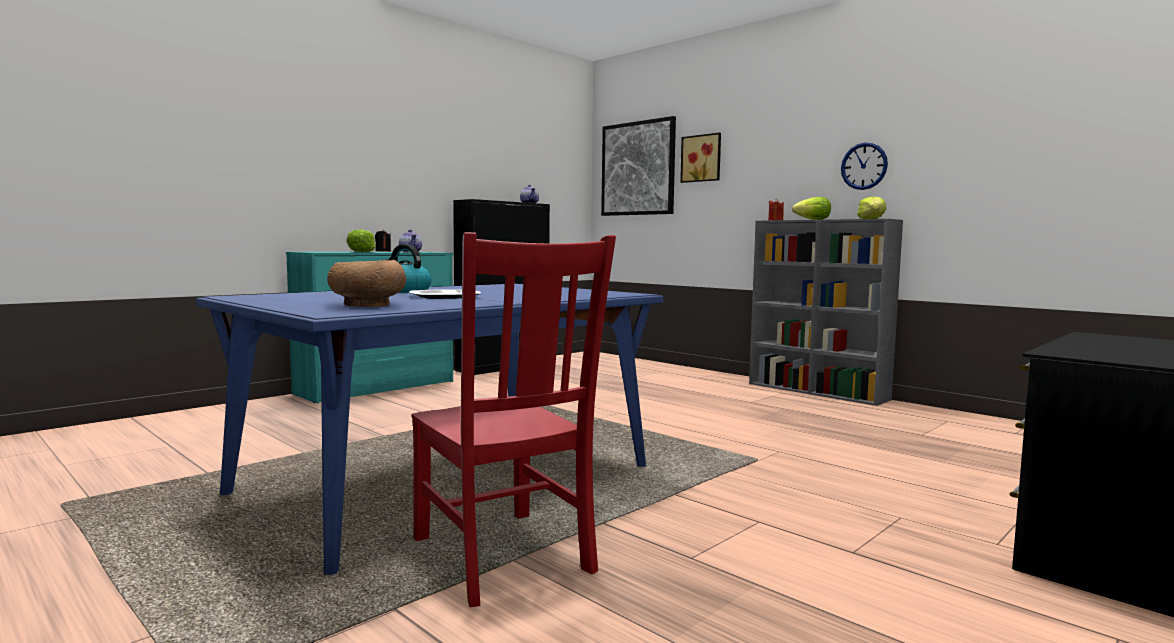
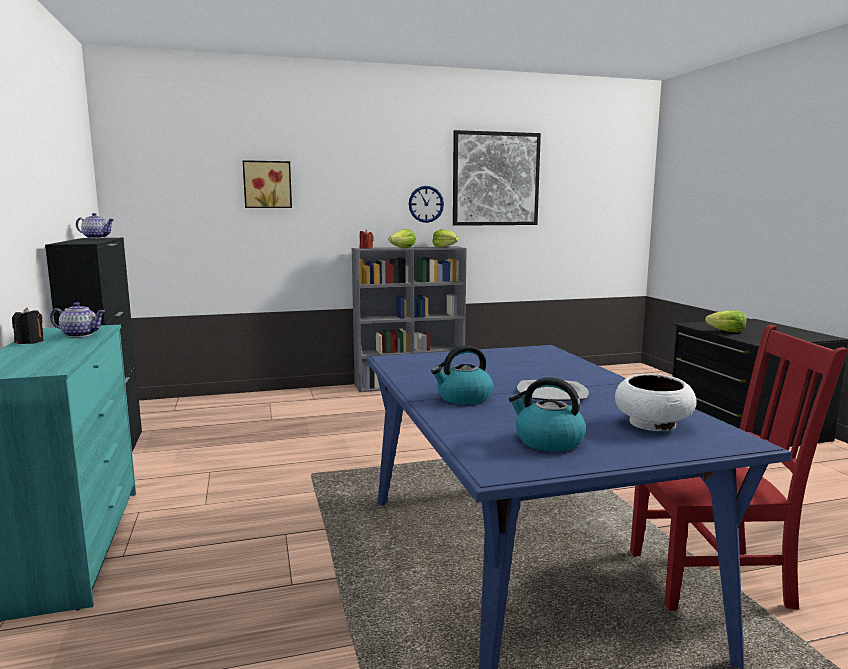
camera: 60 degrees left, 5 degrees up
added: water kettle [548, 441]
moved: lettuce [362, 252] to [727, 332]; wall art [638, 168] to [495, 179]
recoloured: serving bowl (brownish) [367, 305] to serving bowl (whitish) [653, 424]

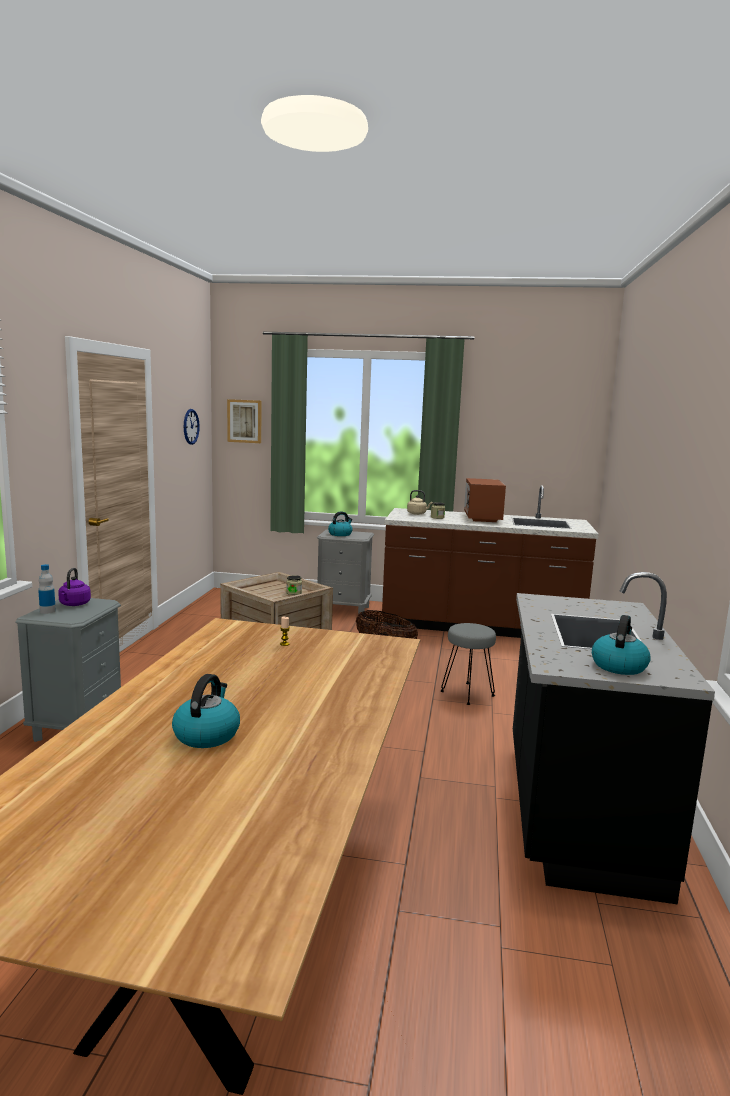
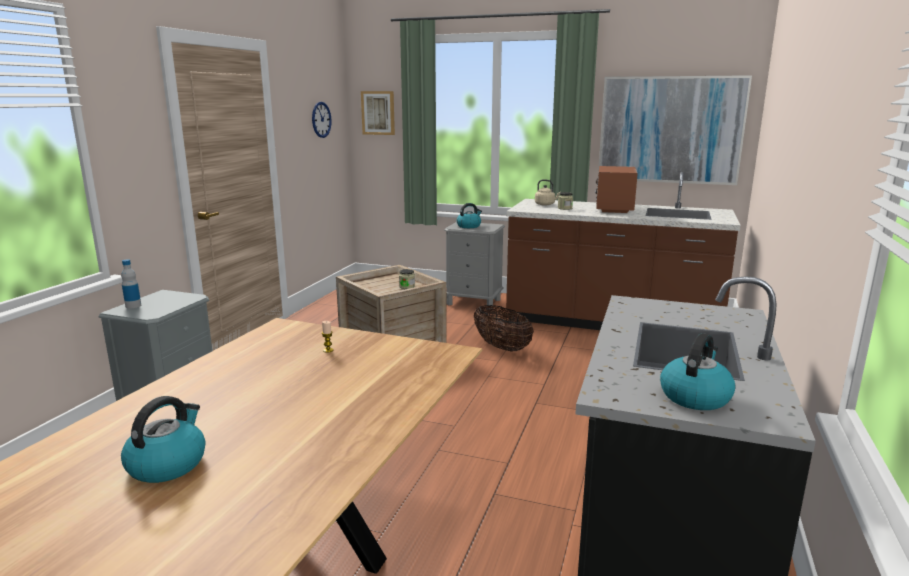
camera: 10 degrees right, 5 degrees up
removed: water kettle (purple) [74, 604]; stool seat (greyish) [467, 693]
added: wall art [670, 130]

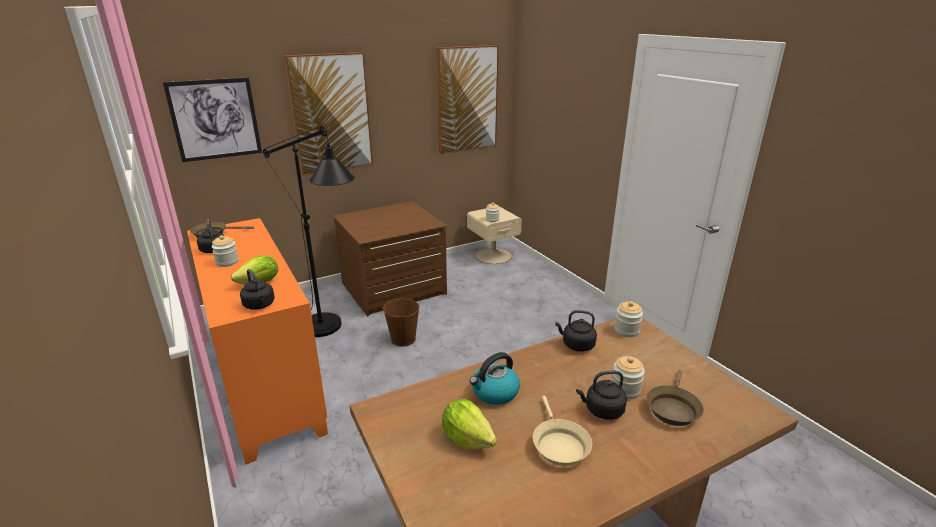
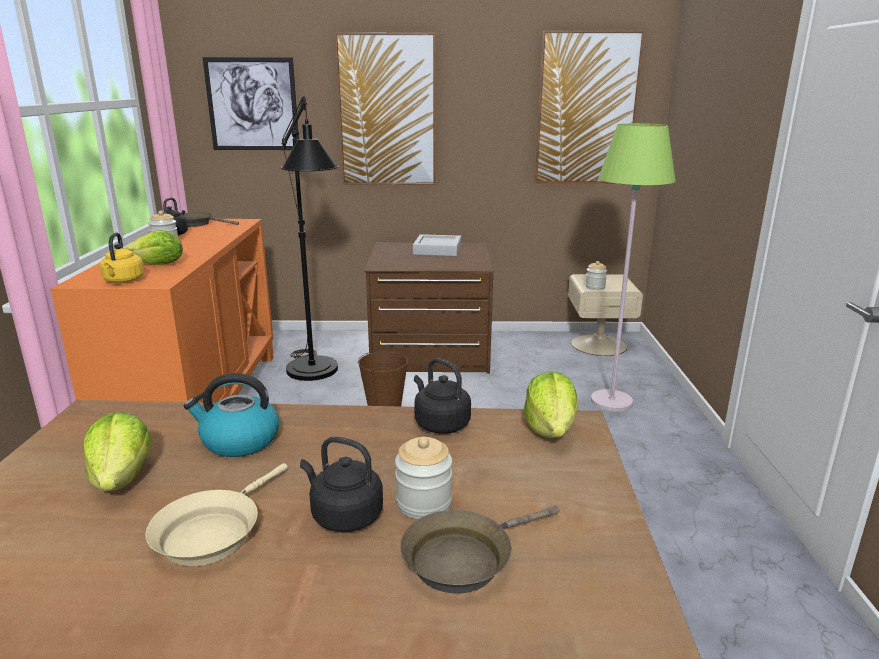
camera: 30 degrees right, 5 degrees down
added: tray (greyish) [437, 250]; floor lamp (greenish) [611, 401]
replaced: preserve jar [626, 330] to lettuce [550, 429]
recoloured: water kettle (black-coloured) [259, 305] to water kettle (yellow) [123, 281]

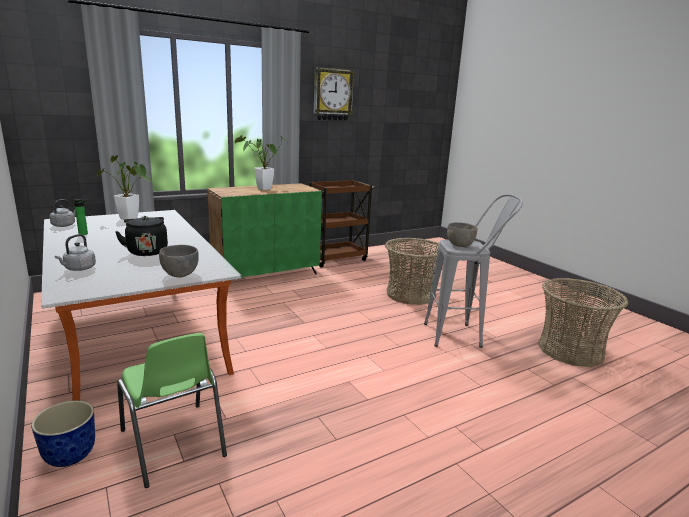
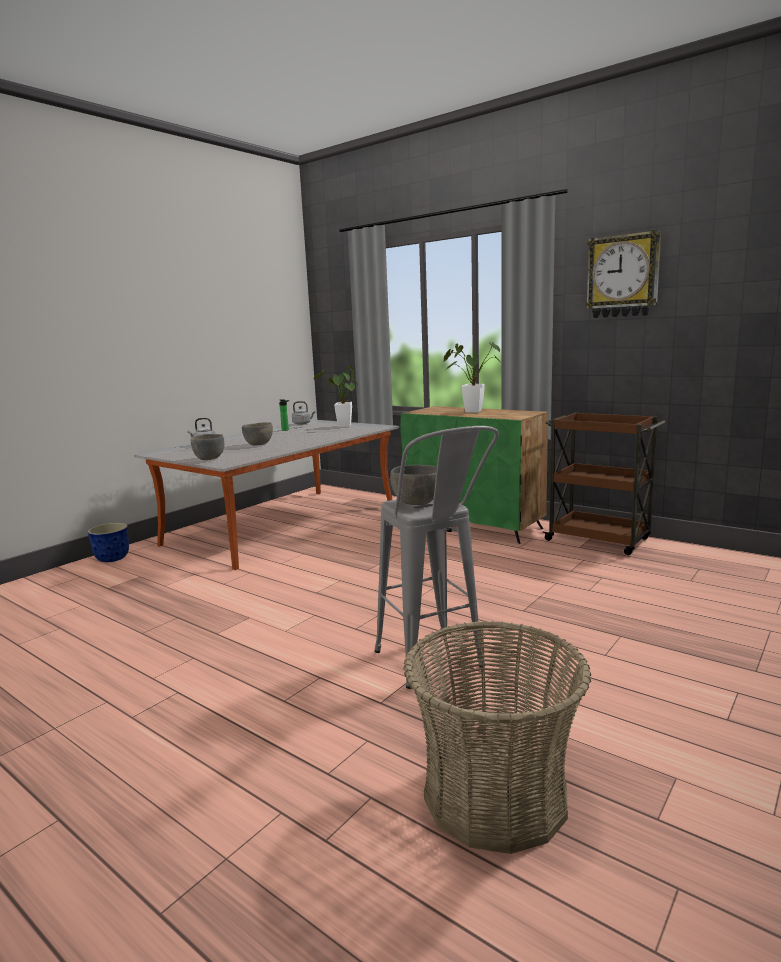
camera: 70 degrees right, 5 degrees down
removed: chair (greenish) [173, 444]; storage basket [410, 294]
replaced: water kettle (black-coloured) [147, 251] to serving bowl (greyish) [259, 444]

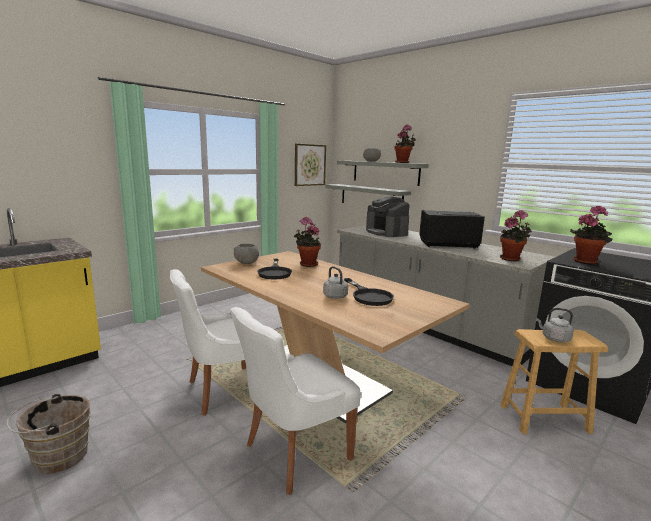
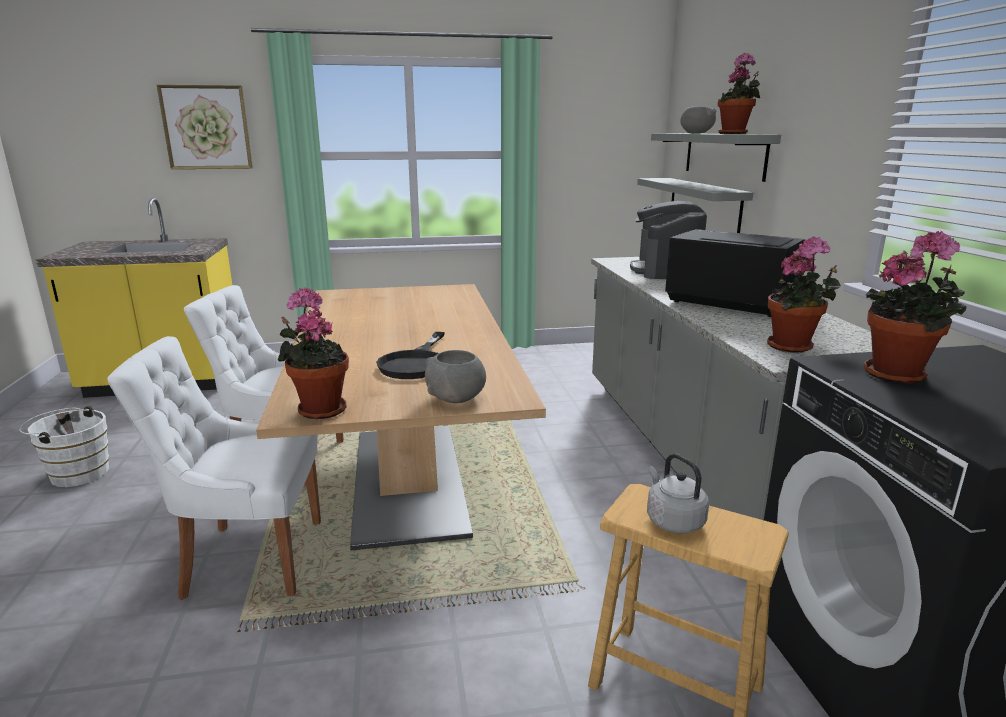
camera: 35 degrees right, 5 degrees up
removed: skillet (black-coloured) [275, 272]; water kettle (greyish) [336, 297]
moved: serving bowl (greyish) [247, 262] to [456, 398]; houseplant [307, 264] to [319, 409]; wall art [309, 165] to [206, 127]
recoloured: water bucket (brownish) [56, 457] to water bucket (whitish) [76, 473]

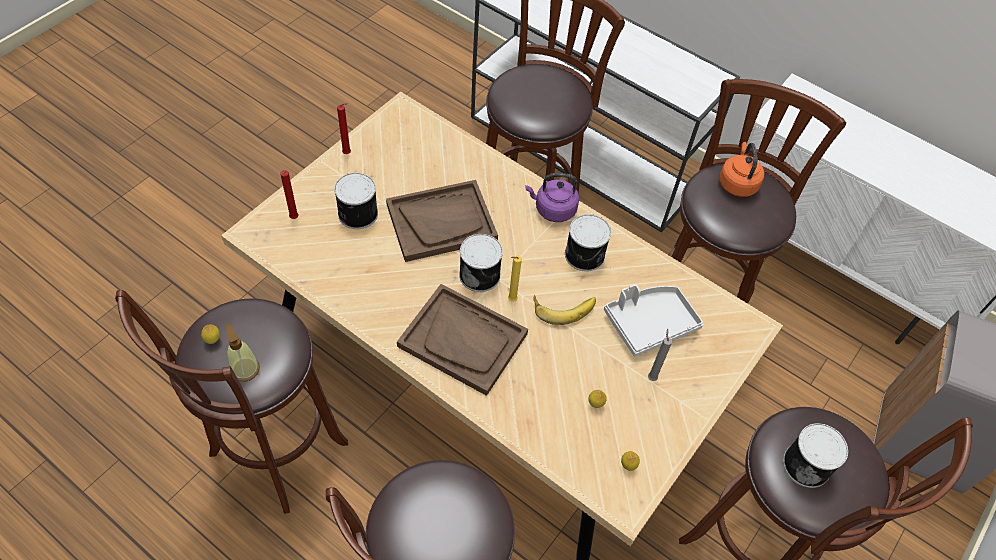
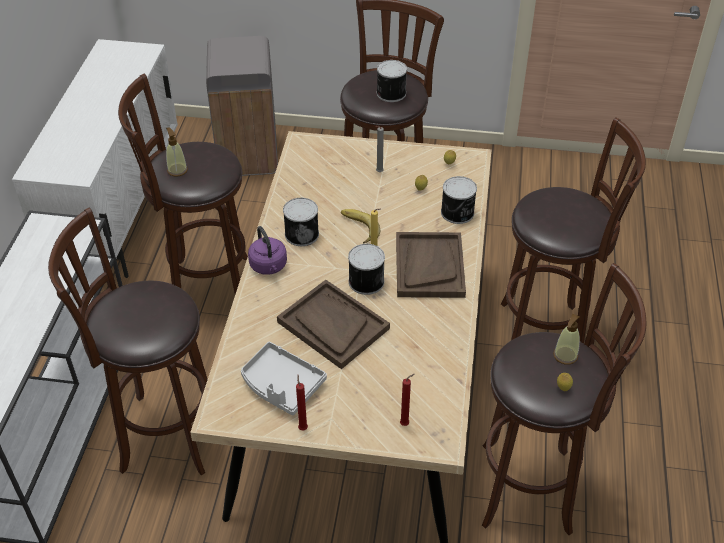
camera: 115 degrees left, 10 degrees down
moved: can [357, 213] to [458, 213]; tray (greyish) [649, 323] to [281, 385]
replaced: water kettle (orangey) [737, 183] to soap bottle [177, 170]

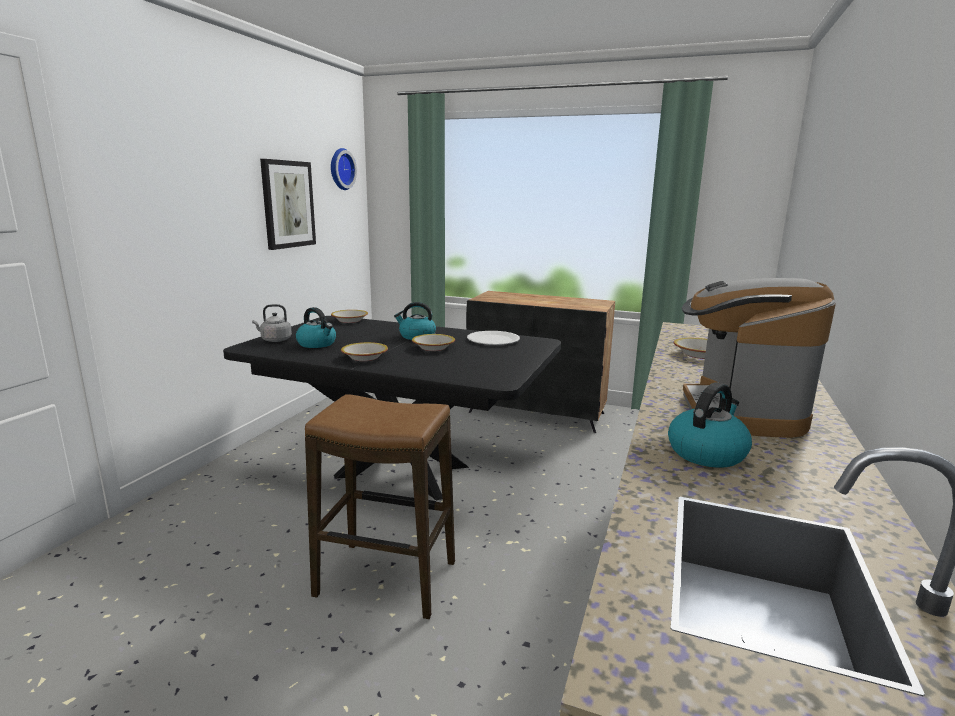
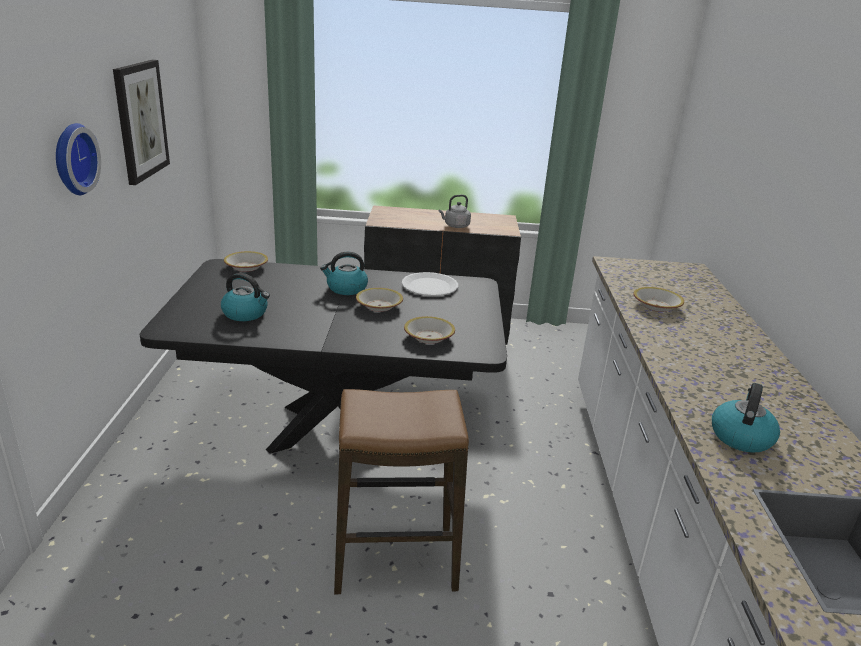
camera: 20 degrees left, 10 degrees up
removed: coffee maker [740, 412]
moved: water kettle (greyish) [274, 340] to [455, 226]; hanging clock [340, 169] to [72, 159]; serving bowl [365, 357] to [429, 337]

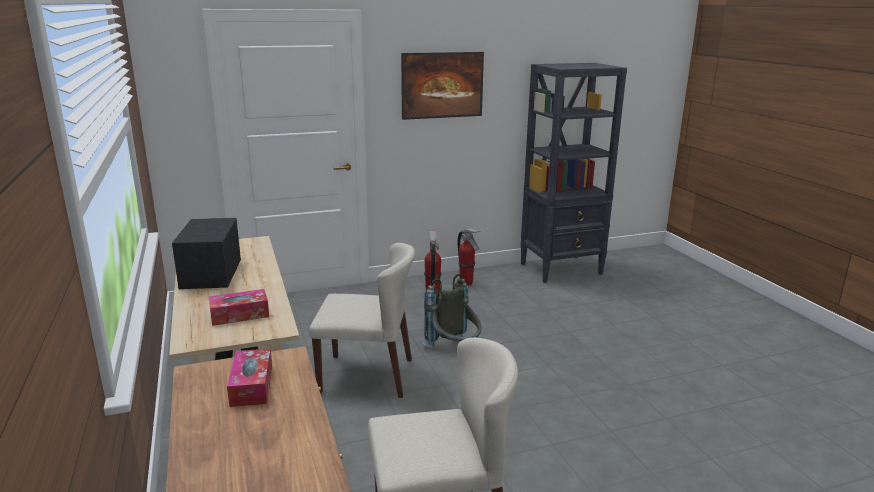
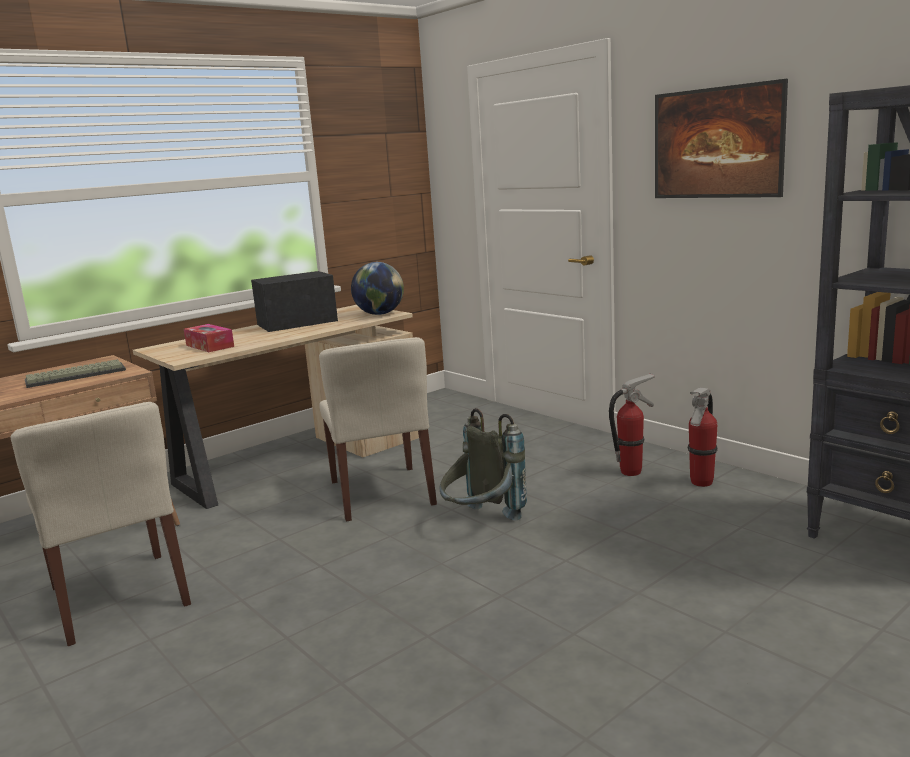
camera: 70 degrees right, 5 degrees down
added: world globe [379, 314]
replaced: tissue box [251, 386] to keyboard [76, 375]

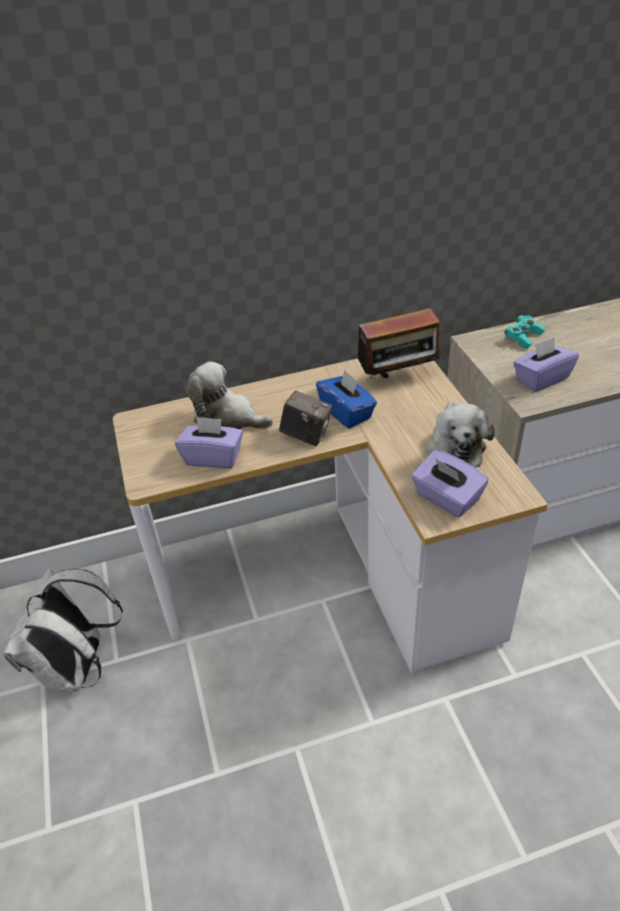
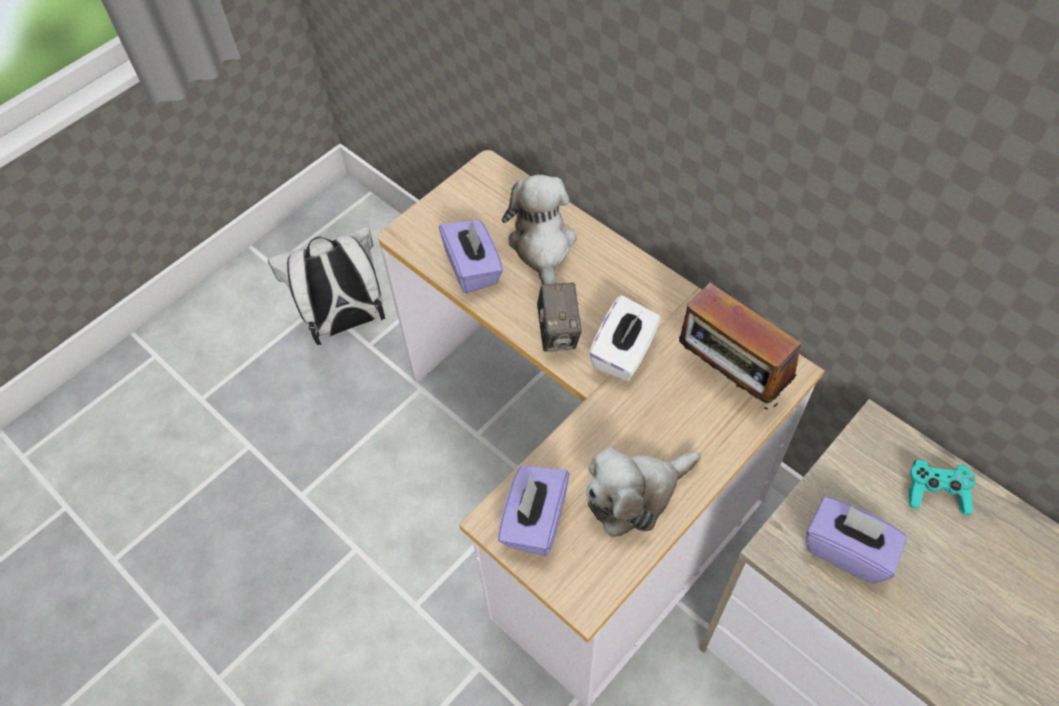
camera: 60 degrees right, 15 degrees up
recoloured: tissue box (blue) [347, 413] to tissue box (whitish) [624, 353]

